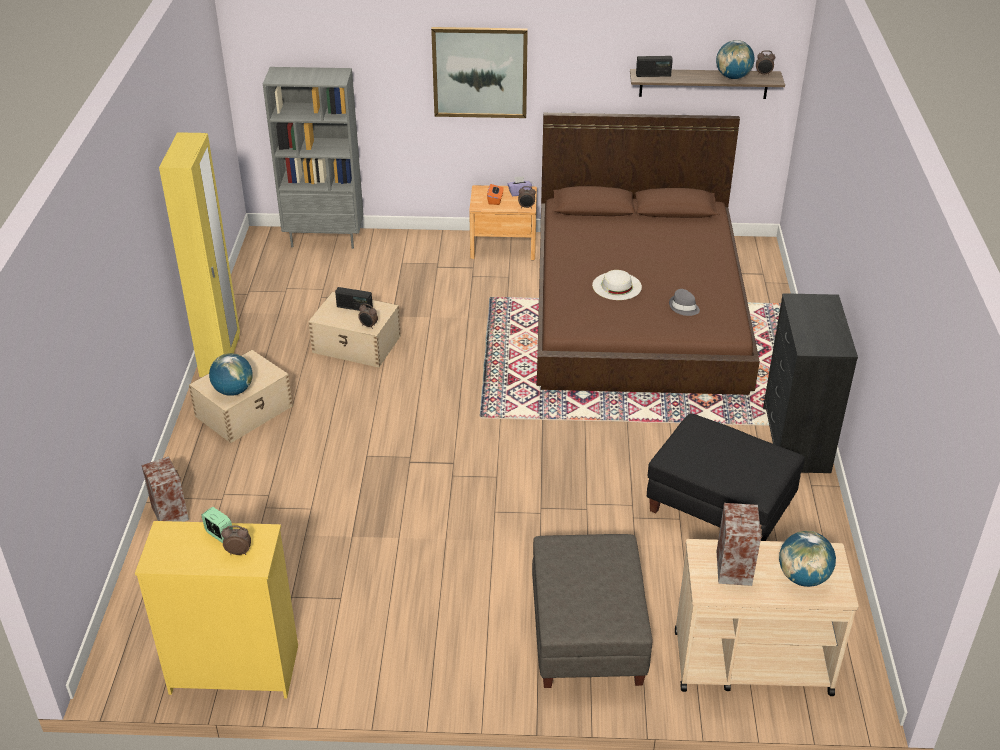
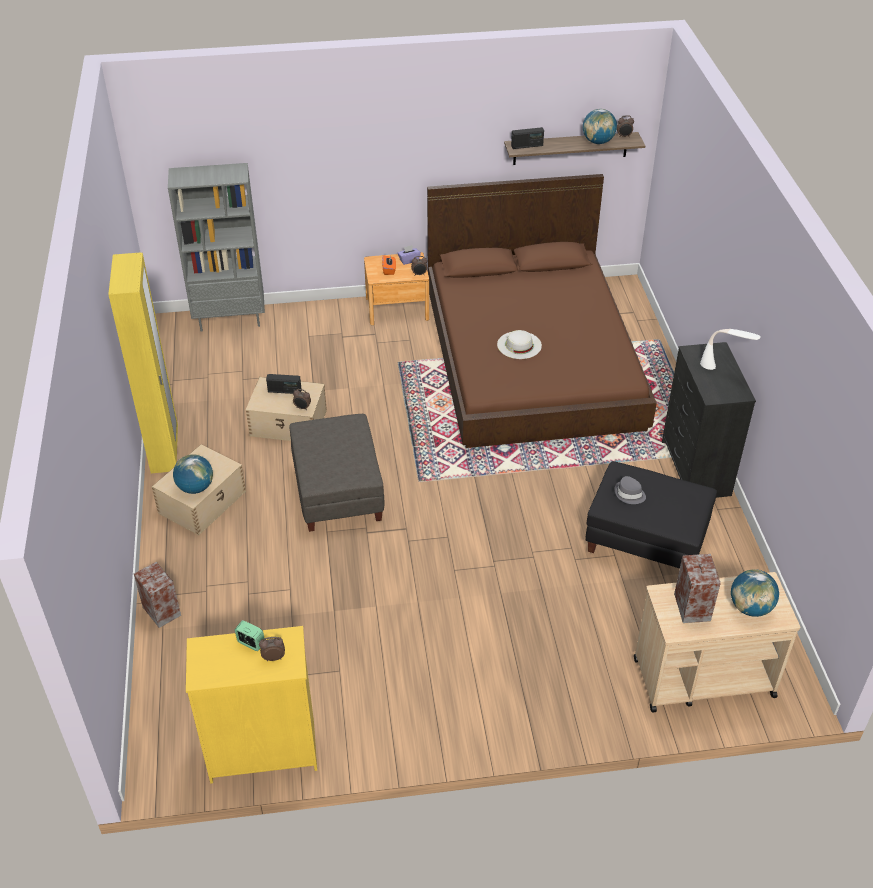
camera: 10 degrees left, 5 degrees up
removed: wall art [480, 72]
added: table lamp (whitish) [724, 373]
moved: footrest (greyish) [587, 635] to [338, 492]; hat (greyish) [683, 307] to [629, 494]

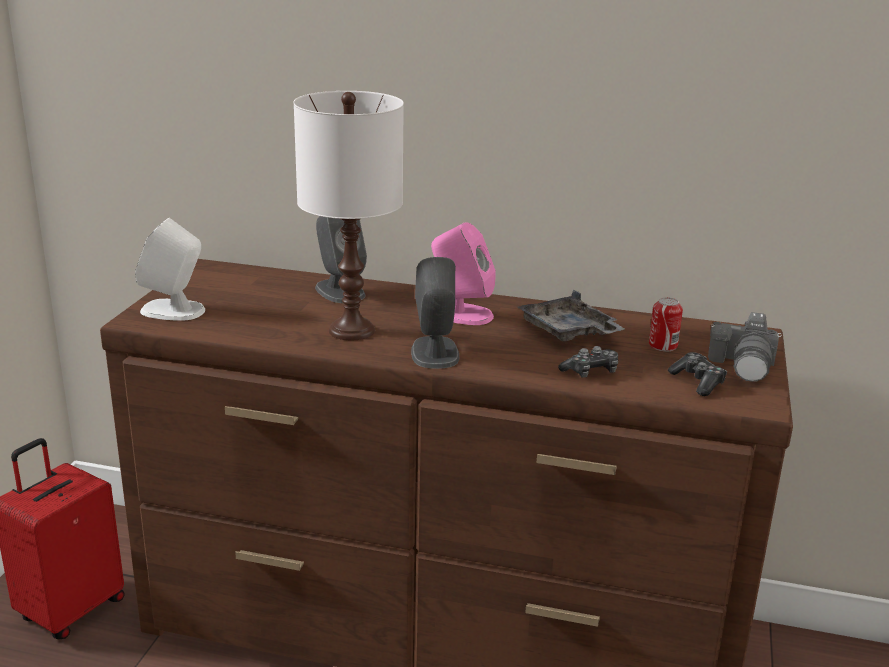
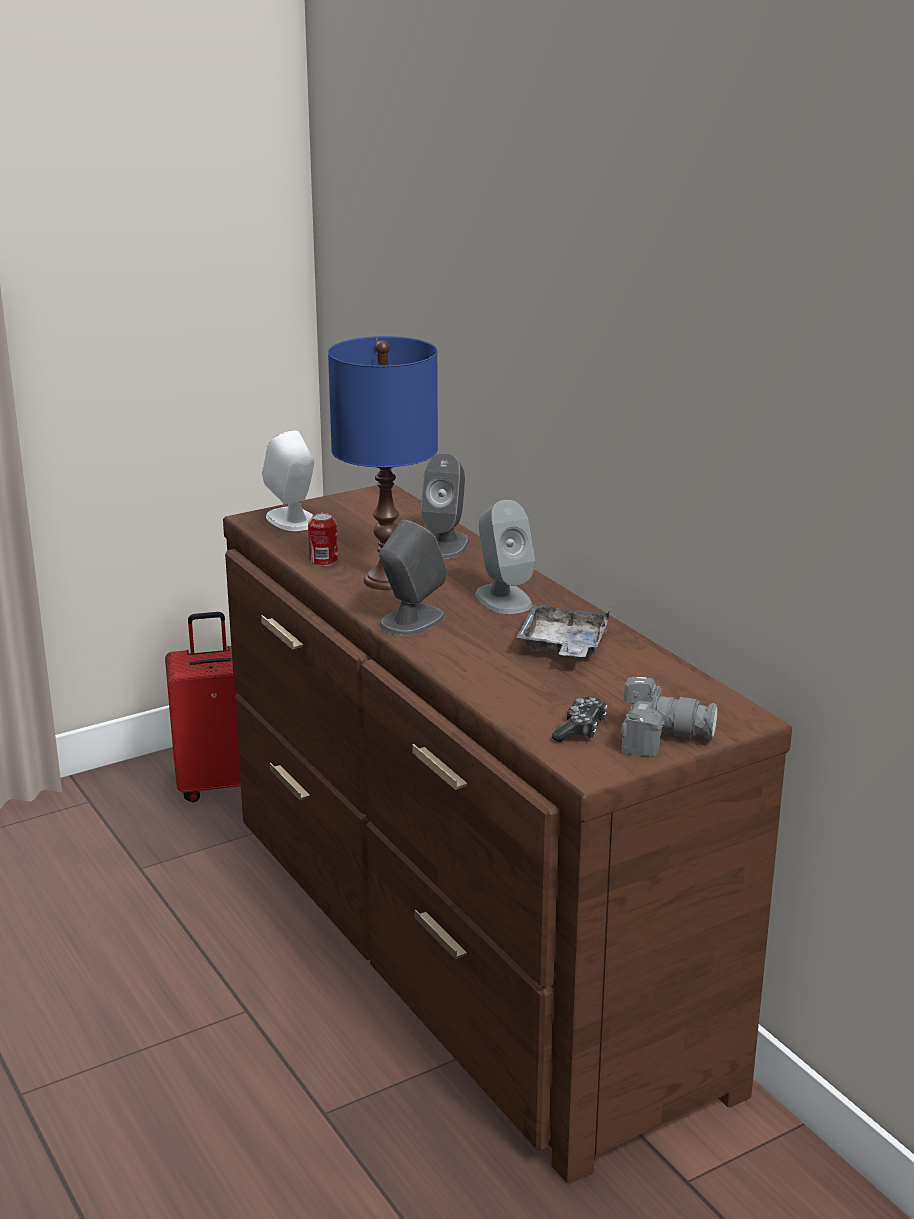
camera: 45 degrees right, 0 degrees up
removed: joypad [590, 372]
moved: can [663, 345] to [323, 560]
recoloured: table lamp (whitish) [351, 330] to table lamp (blue) [386, 580]; loudspeaker (pinkish) [461, 314] to loudspeaker (greyish) [503, 599]
turned: photo camera [744, 365] = [661, 736] 135 degrees counterclockwise

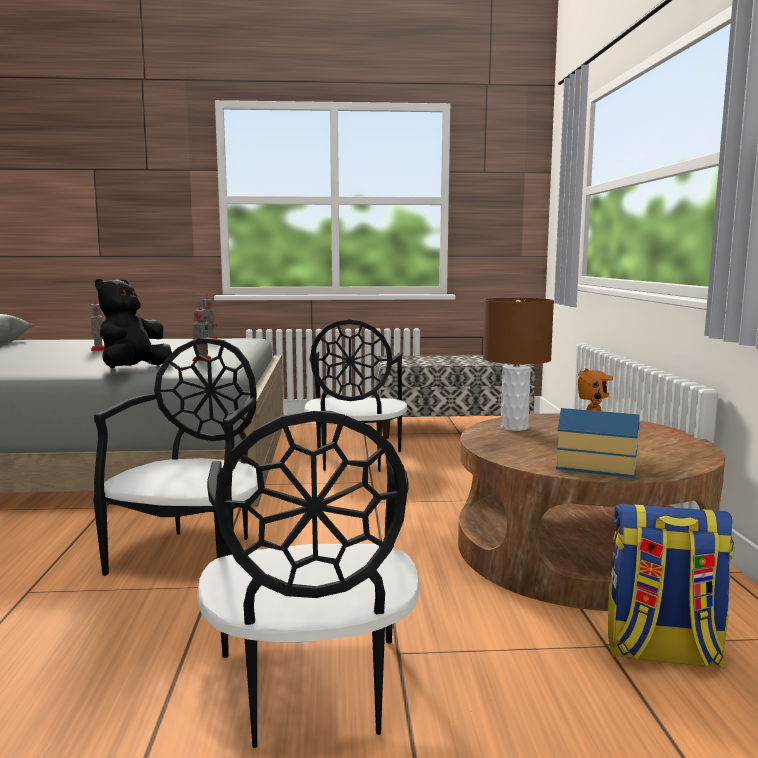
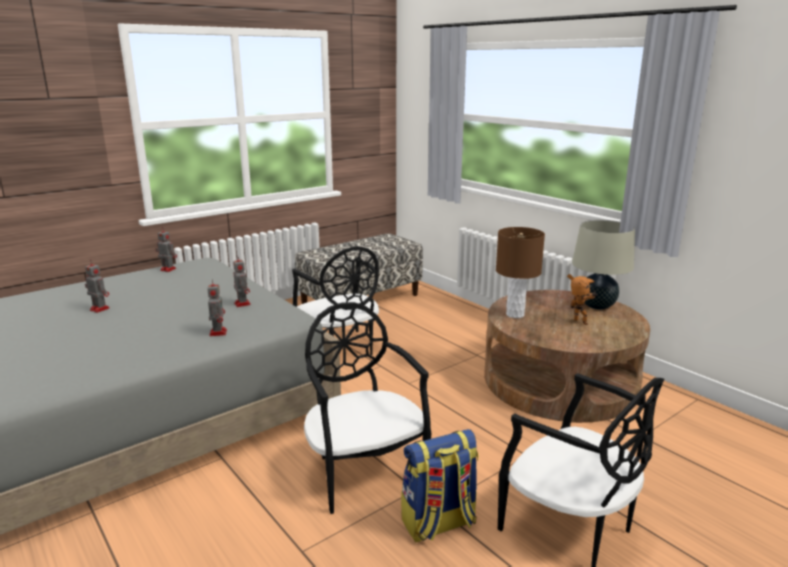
camera: 35 degrees left, 10 degrees up
removed: miniature house [595, 466]
added: table lamp (beige-coloured) [597, 306]
moved: backpack [661, 652] to [438, 524]
replaced: cuddly toy (black-coloured) [133, 369] to toy robot [218, 332]

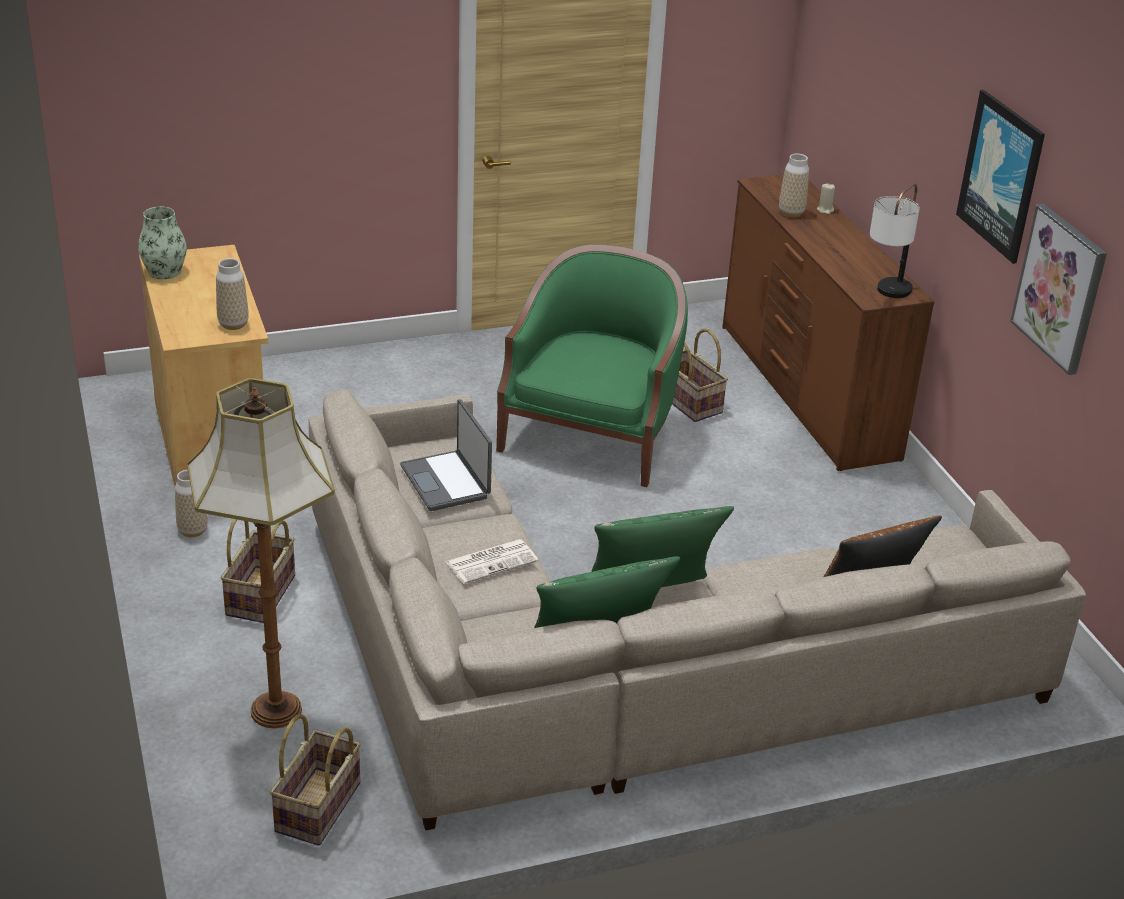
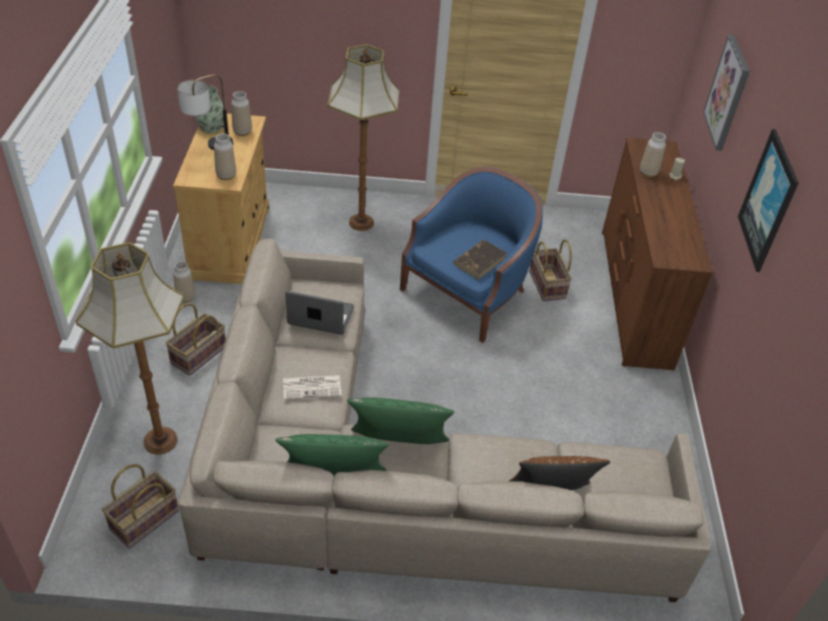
camera: 20 degrees right, 10 degrees up
added: flower vase [242, 132]; floor lamp [360, 222]; bound book (brownish) [480, 261]
moved: table lamp [886, 296] to [209, 147]; wall art [1060, 288] to [728, 93]
recoloured: armchair (greenish) [592, 436] to armchair (blue) [468, 294]
turned: notebook computer [447, 482] = [320, 317] 105 degrees clockwise

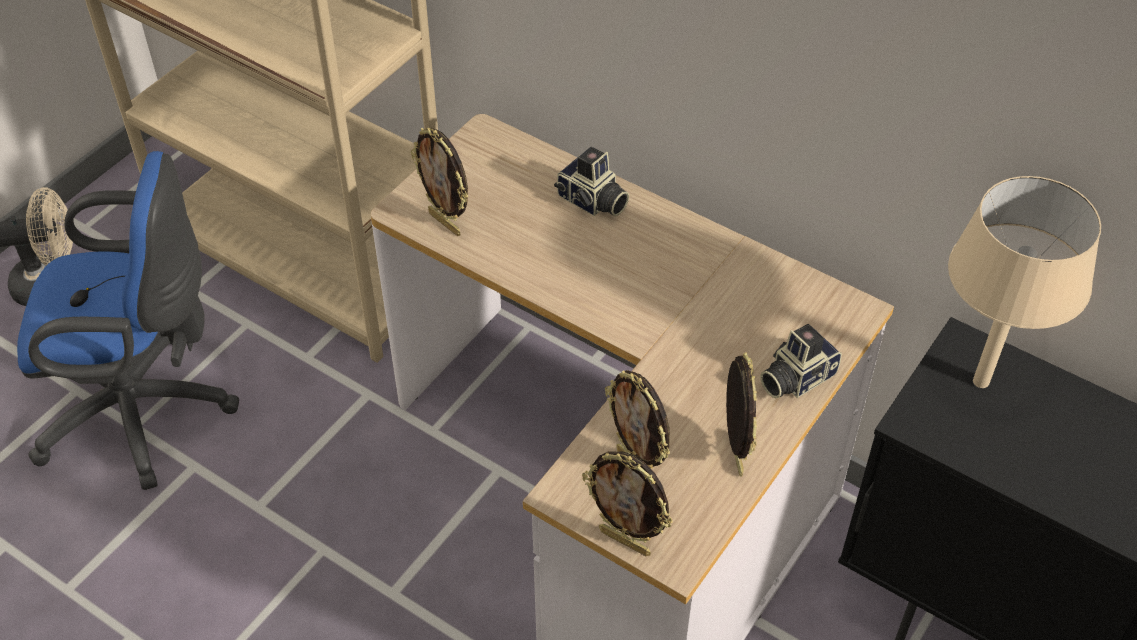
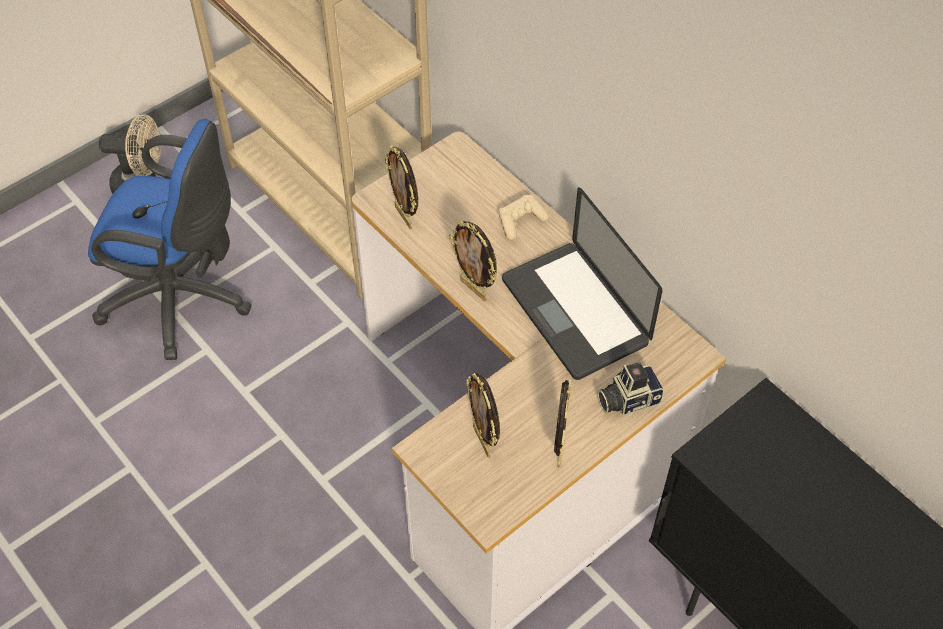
camera: 15 degrees right, 5 degrees up
removed: table lamp (beige-coloured) [981, 382]
added: notebook computer [574, 311]
moved: picture frame [626, 541] to [474, 289]
replaced: photo camera [592, 202] to joypad (beige-coloured) [520, 222]

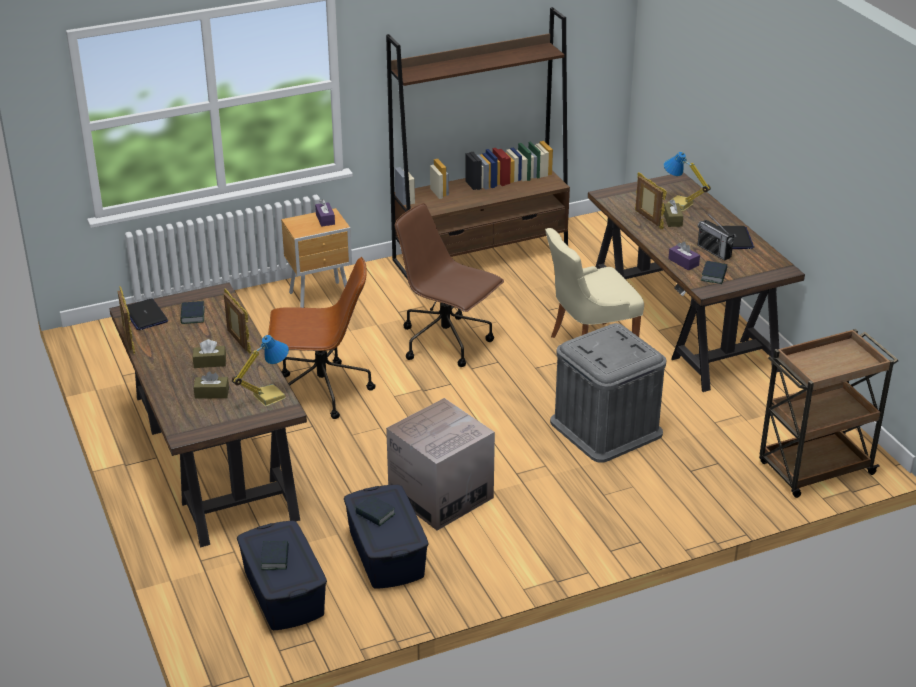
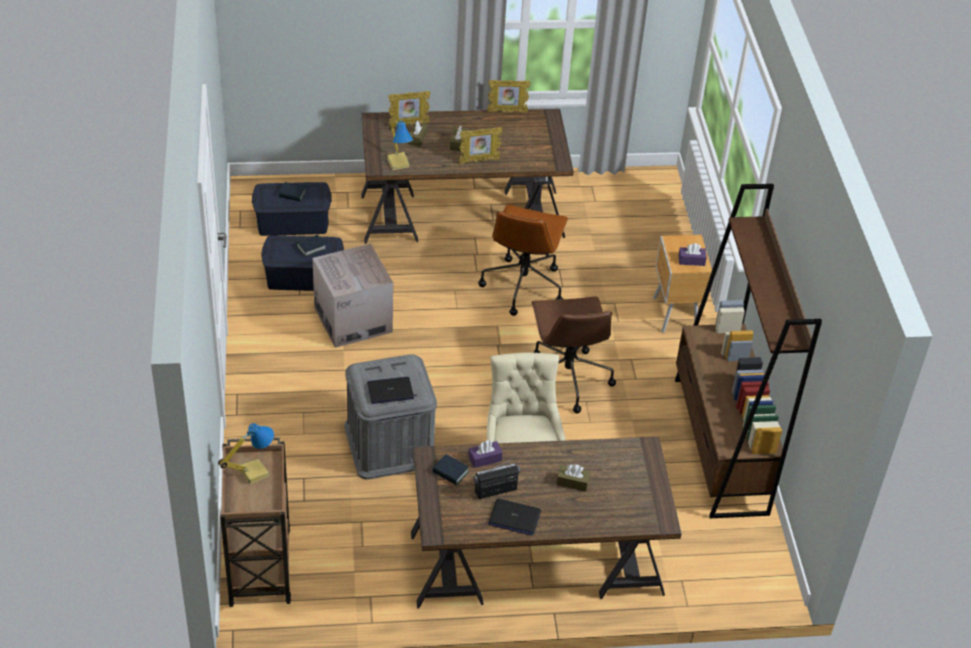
camera: 105 degrees right, 10 degrees up
removed: bound book [192, 315]
moved: notebook computer [145, 315] to [390, 391]; picture frame [648, 220] to [408, 124]; table lamp [679, 205] to [253, 472]
turned: office chair (brownish) [447, 342] = [566, 378] 120 degrees clockwise

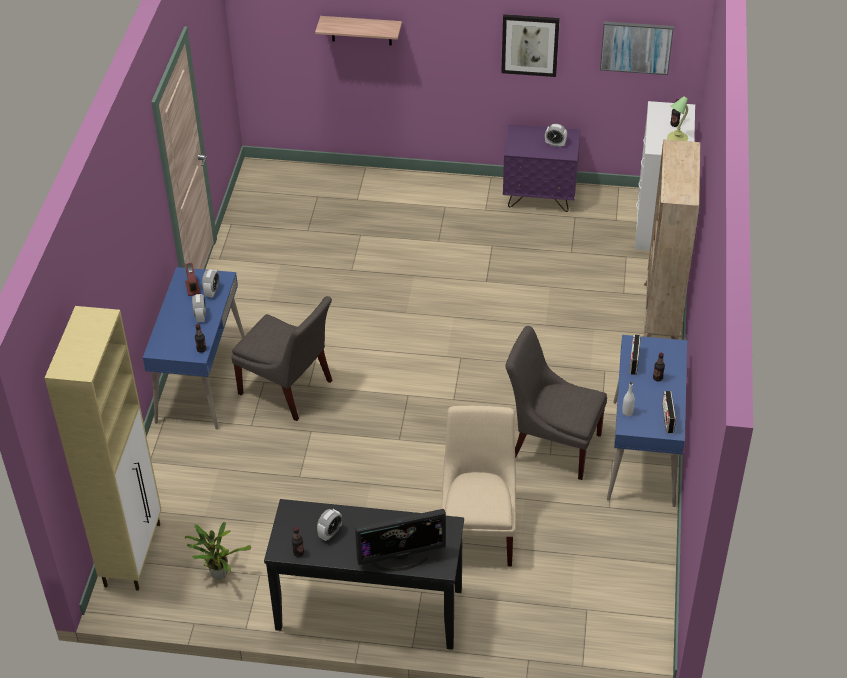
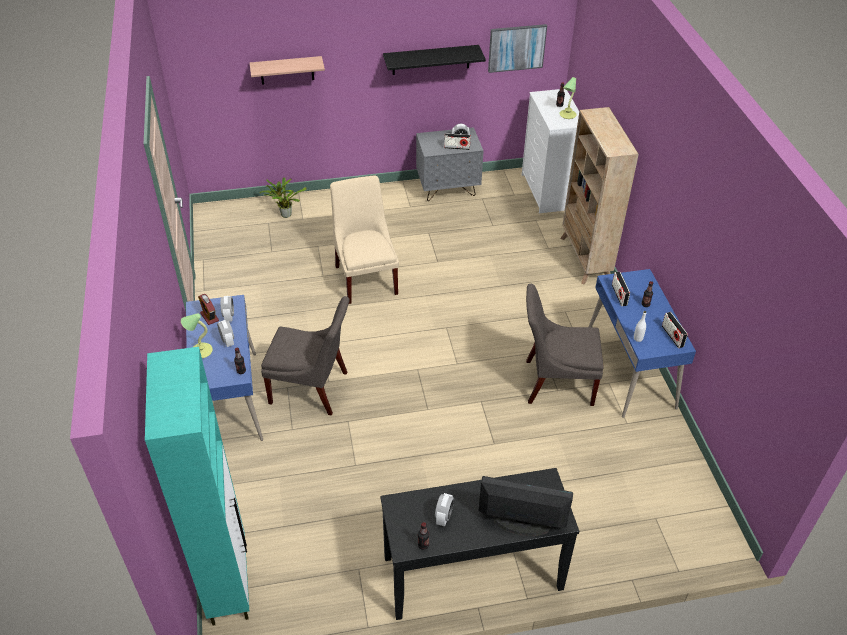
camera: 20 degrees left, 0 degrees up
added: table lamp [200, 351]; radio [457, 147]
moved: houseplant [217, 572] to [285, 214]; chair (beige-coloured) [479, 529] to [366, 277]
replaced: wall art [530, 44] to shelf (black-coloured) [431, 60]
recoloured: cupboard (beige-coloured) [133, 553] to cupboard (turquoise) [229, 582]; night table (purple) [540, 197] to night table (greyish) [448, 189]
turned: computer display [401, 557] = [521, 522] 135 degrees counterclockwise

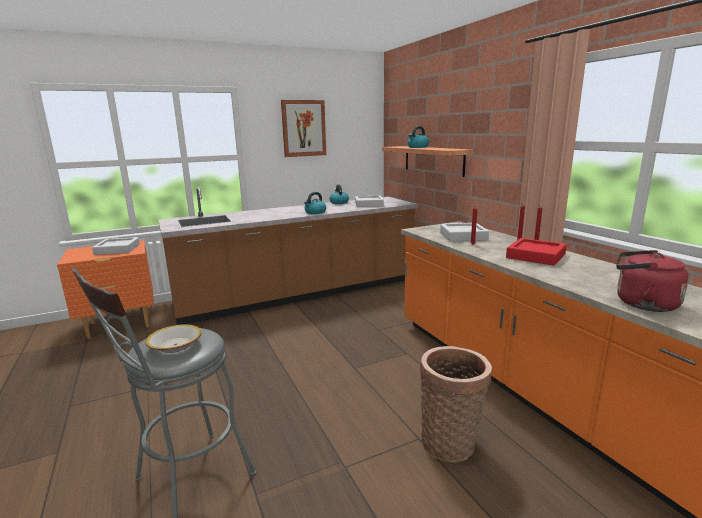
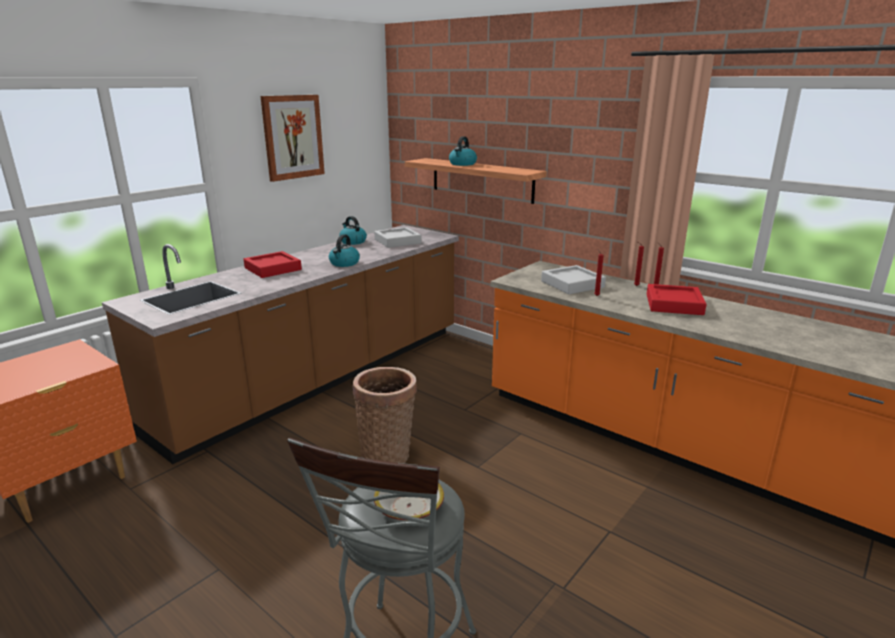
camera: 25 degrees left, 5 degrees up
removed: tray (greyish) [117, 249]; water kettle (red-coloured) [641, 303]
added: tray (red-coloured) [273, 269]
moved: storage basket [450, 442] to [387, 454]

